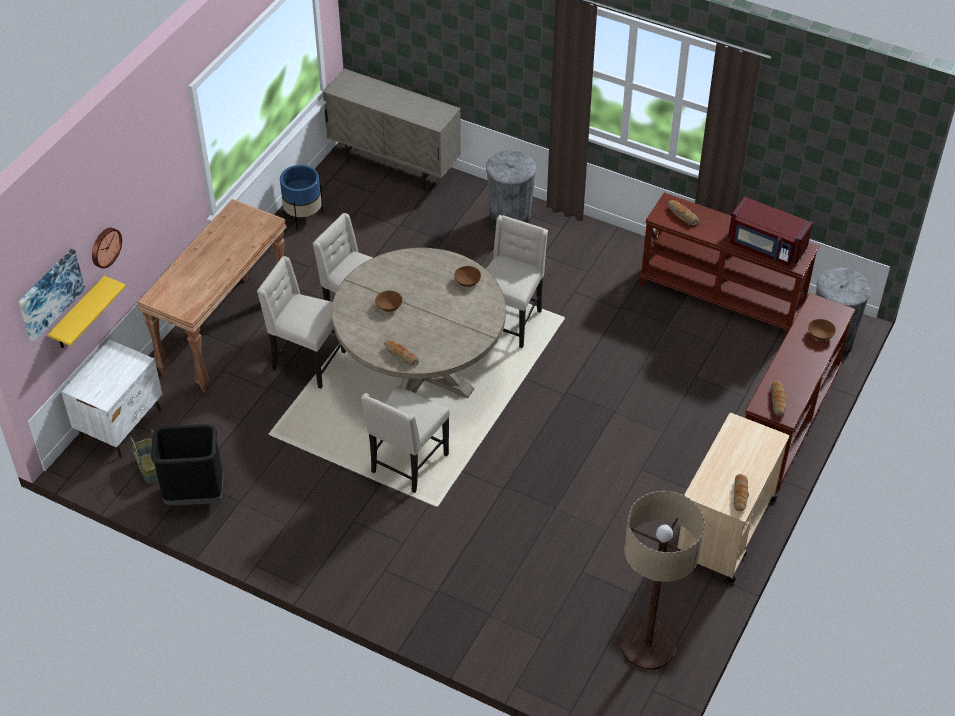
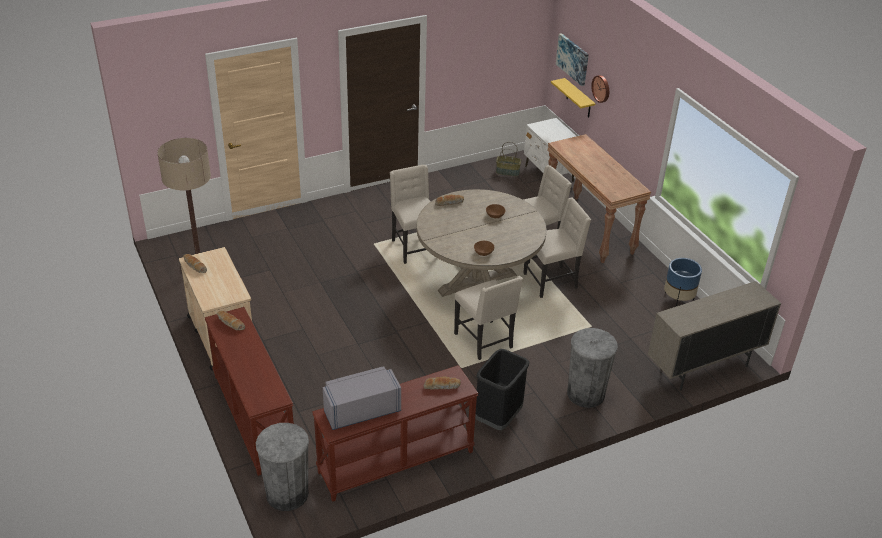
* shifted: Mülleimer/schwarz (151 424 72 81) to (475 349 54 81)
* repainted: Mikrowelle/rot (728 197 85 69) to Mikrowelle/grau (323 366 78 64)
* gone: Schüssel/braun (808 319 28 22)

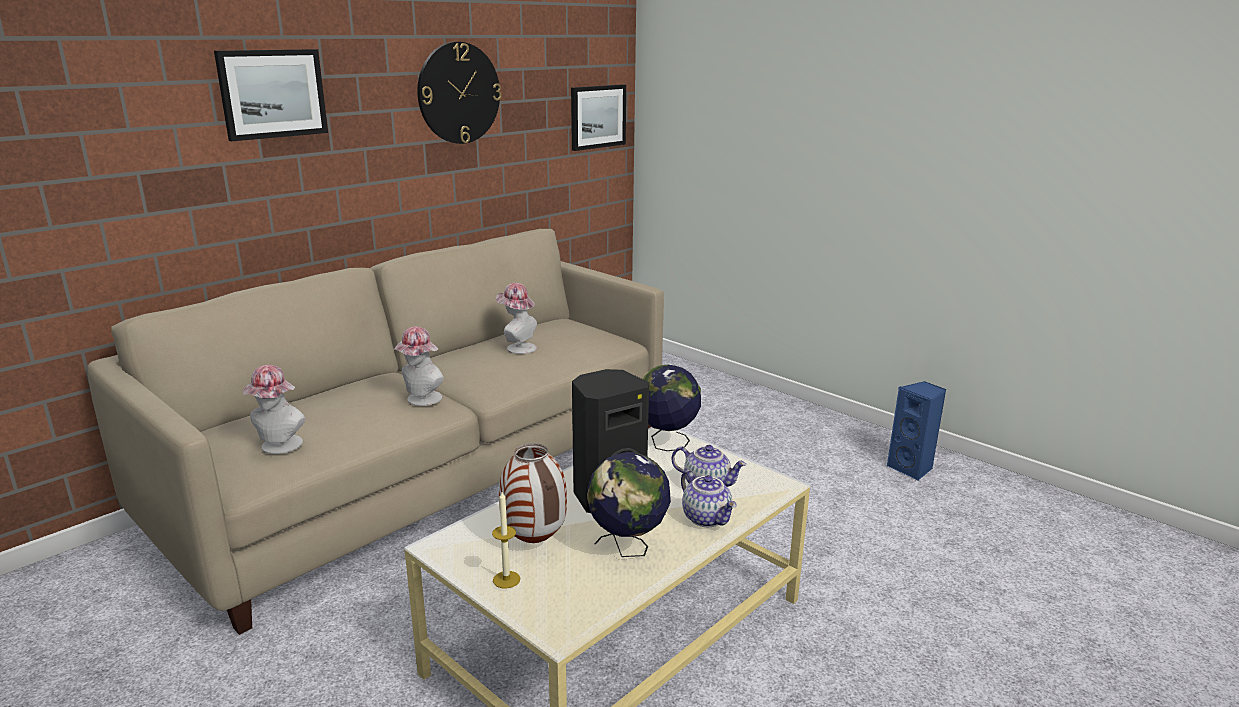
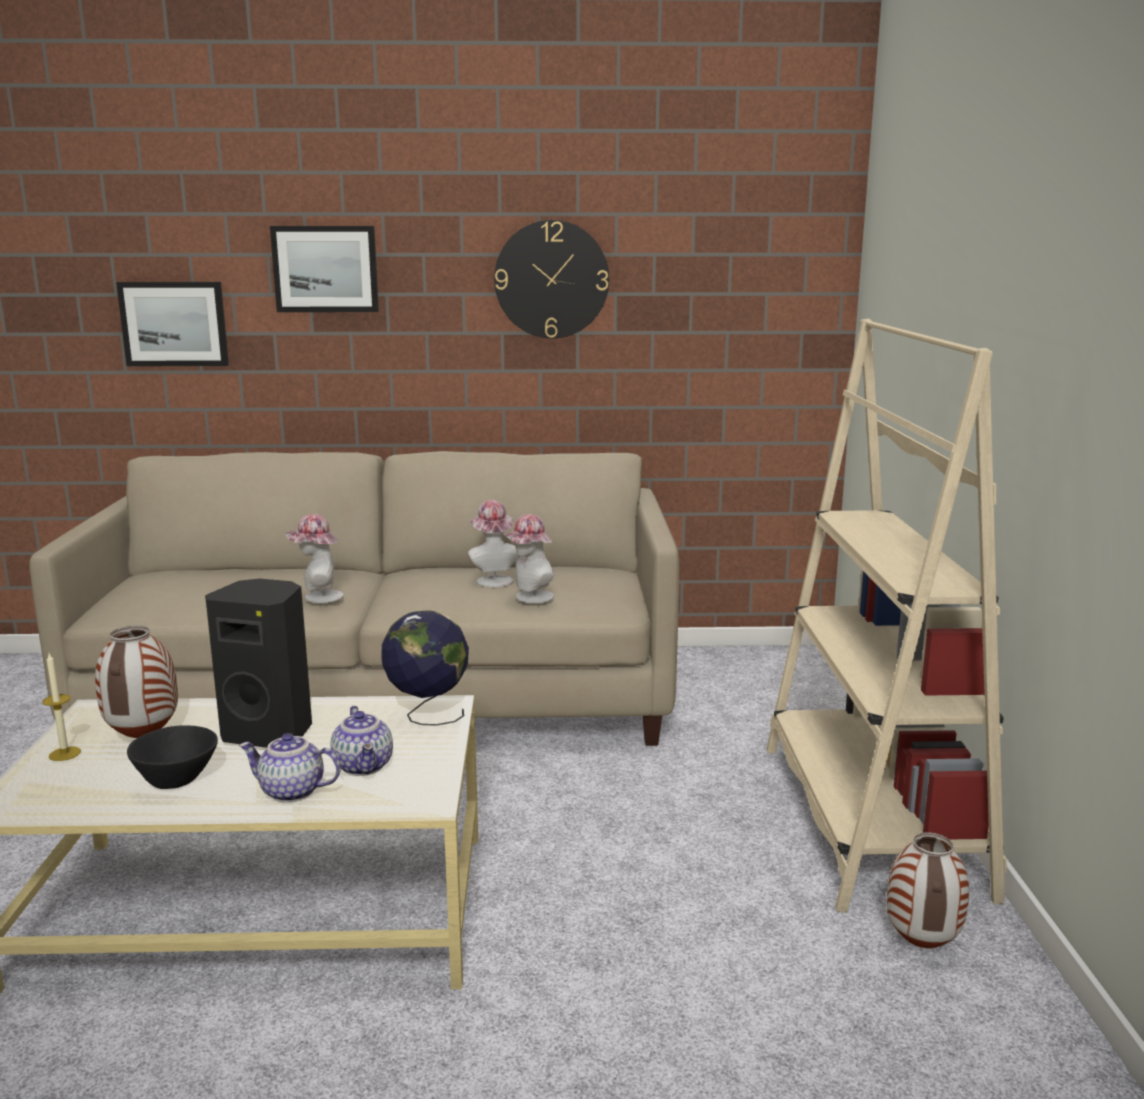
* shifted: Hut (243 365 62 89) to (503 514 51 89)
* shifted: Bild (571 84 55 67) to (116 282 113 84)
* swapped: Globus (587 452 84 105) to Schüssel/schwarz (127 725 91 64)
* rotated: Teekanne (681 470 56 57) = (239 733 102 69) 90 degrees clockwise
* swapped: Lautsprecher/blau (887 381 59 100) to Vase (887 832 82 116)
* new: Bücherregal/beige (766 319 241 594)

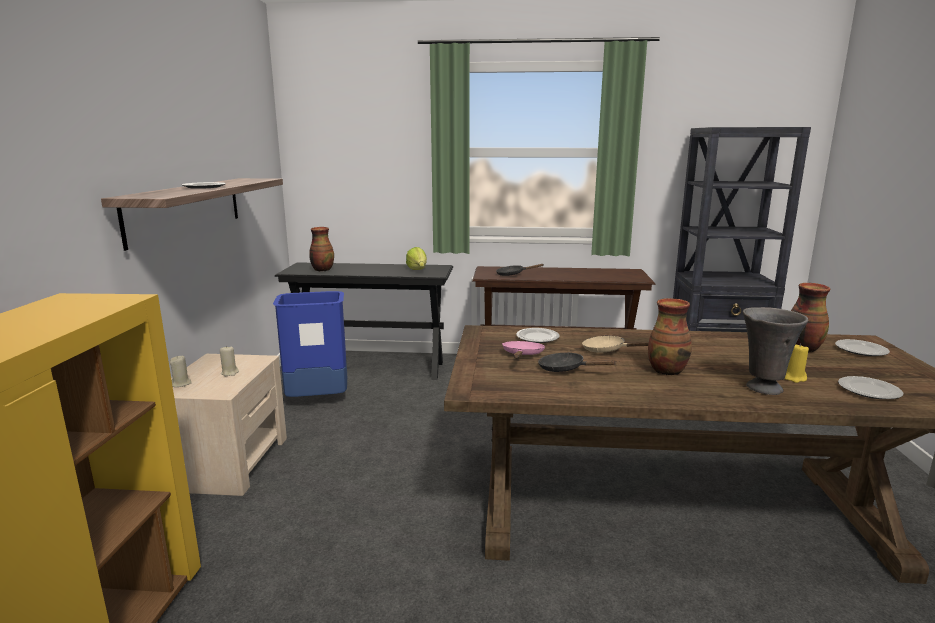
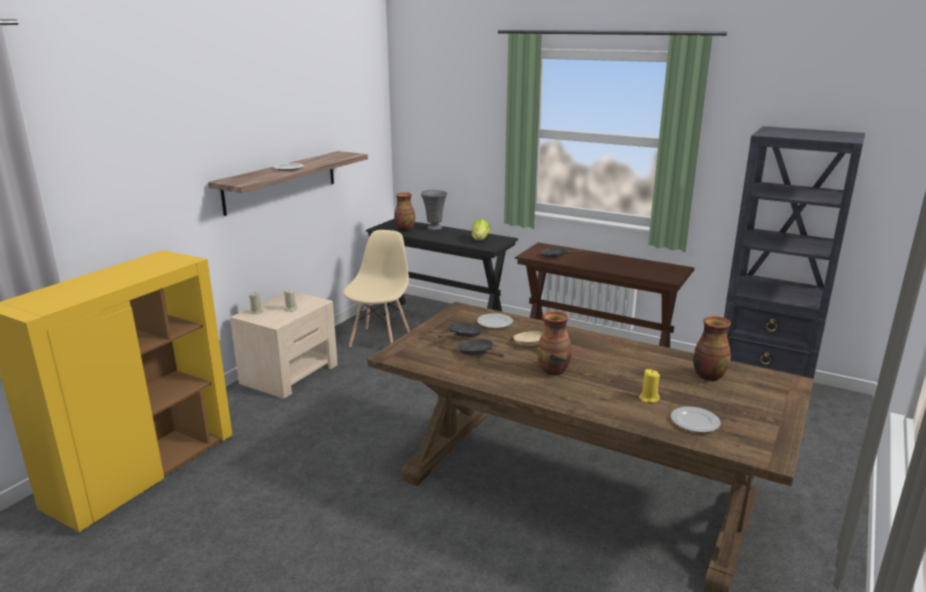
* swapped: Mülleimer/blau (273 291 74 106) to Stuhl/beige (343 230 67 117)
* repainted: Pfanne/rosa (502 341 43 17) to Pfanne/schwarz (438 323 44 15)
* shifted: Vase/grau (743 307 65 88) to (421 190 26 40)
* gone: Teller (835 339 55 17)

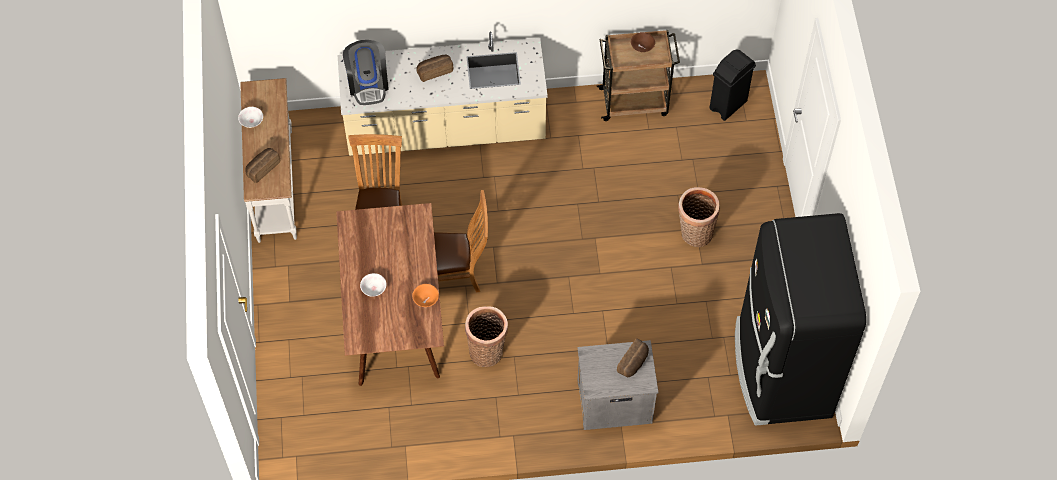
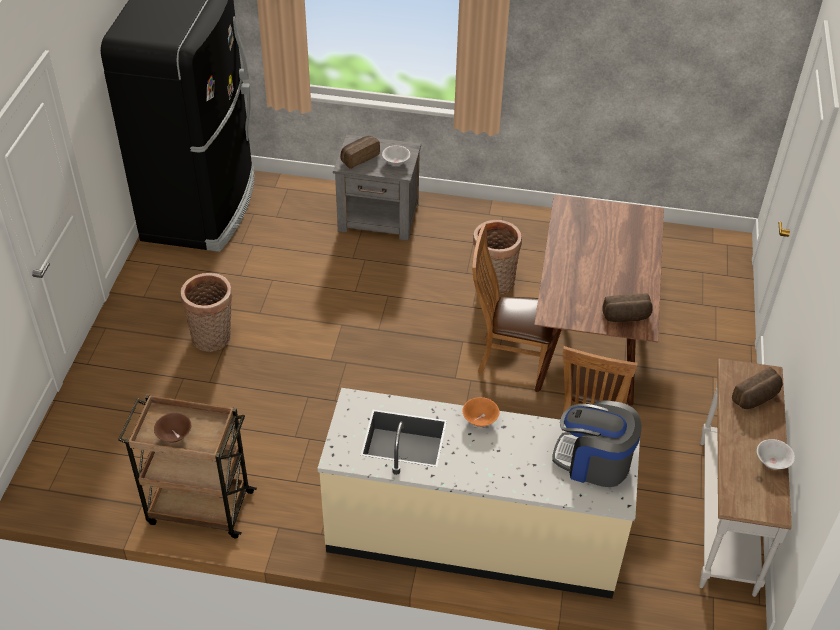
* rotated: Kaffeemaschine (343 40 46 65) = (552 400 90 87) 75 degrees counterclockwise
* shifted: Schüssel/weiß (360 273 26 24) to (382 145 28 21)
* shifted: Schüssel/orange (412 284 27 23) to (462 397 37 30)
* shifted: Brot (416 55 37 27) to (602 293 51 29)
* gone: Mülleimer/schwarz (710 50 46 71)

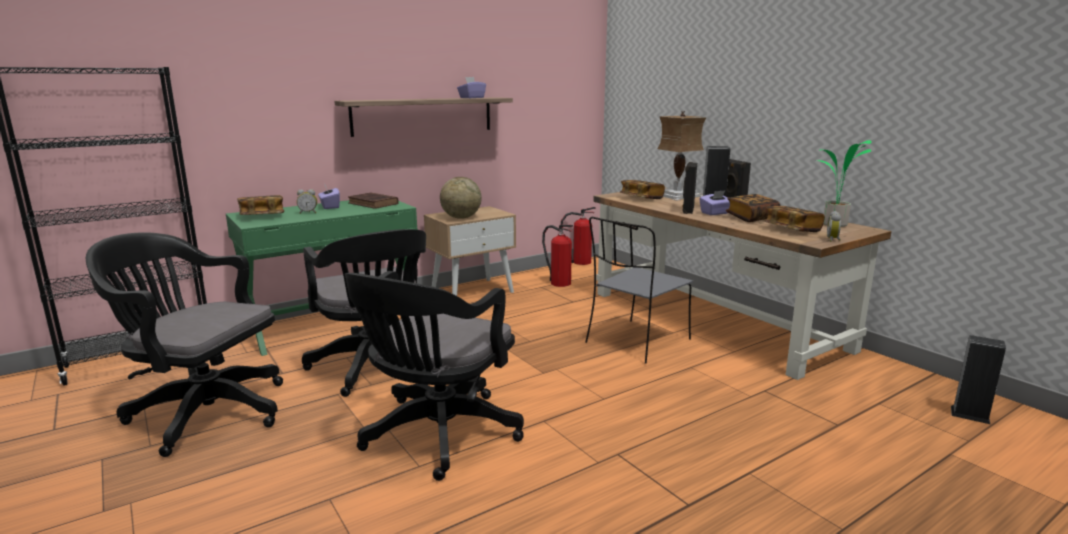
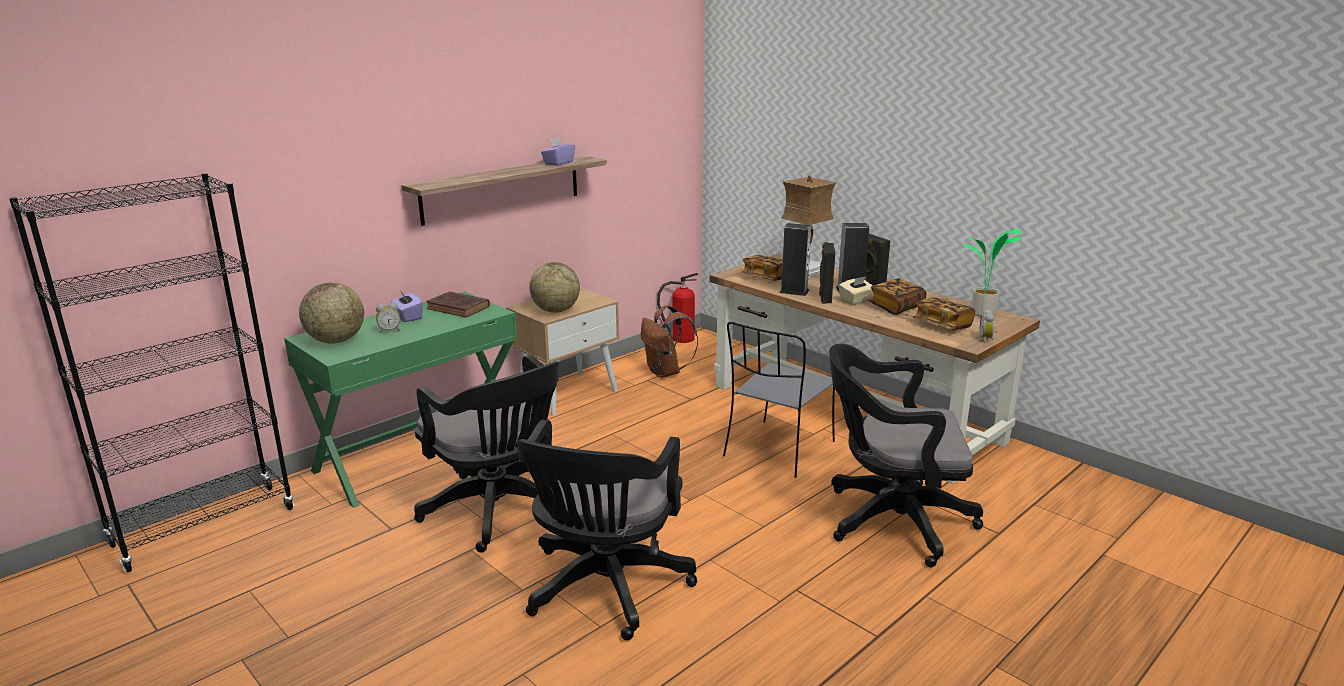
* shifted: Bürostuhl/schwarz (86 232 197 225) to (829 344 154 223)
* swapped: Buch (237 195 47 20) to Globus (299 282 65 62)
* swapped: Feuerlöscher (542 225 31 62) to Rucksack/braun (641 305 57 73)
* repainted: Taschentuchbox/lila (699 190 31 25) to Taschentuchbox/beige (839 276 35 29)
* shifted: Lautsprecher (951 335 55 89) to (779 223 32 73)

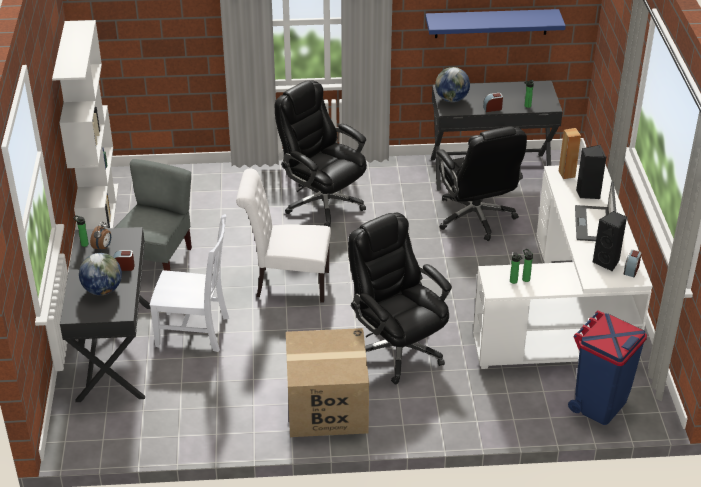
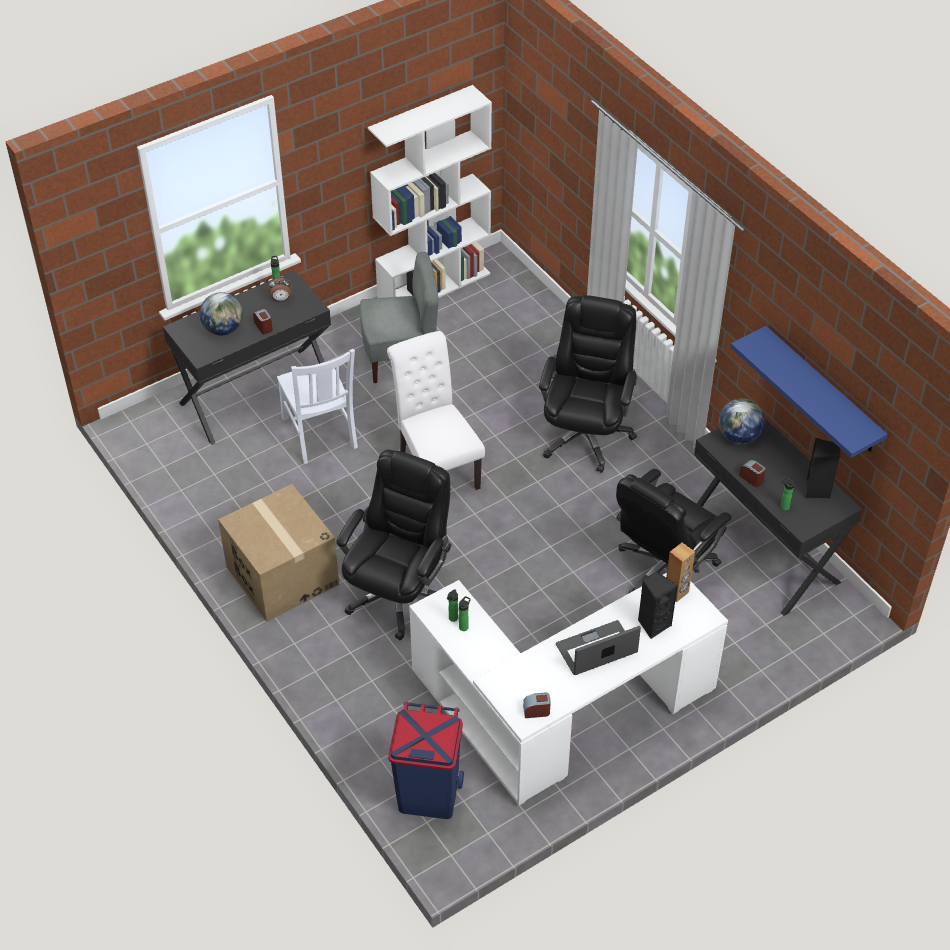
* shifted: Lautsprecher/schwarz (593 211 34 60) to (806 438 34 61)

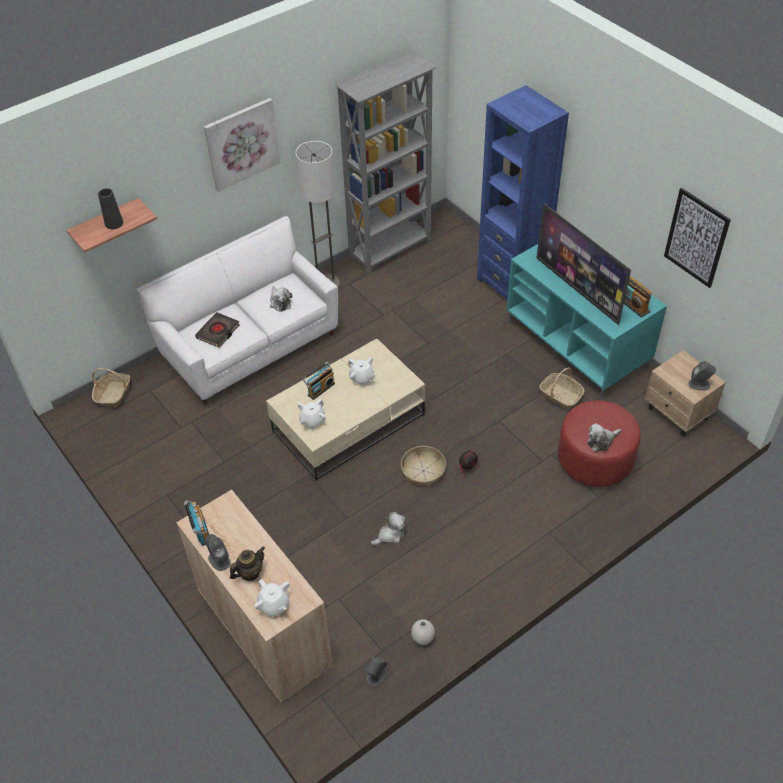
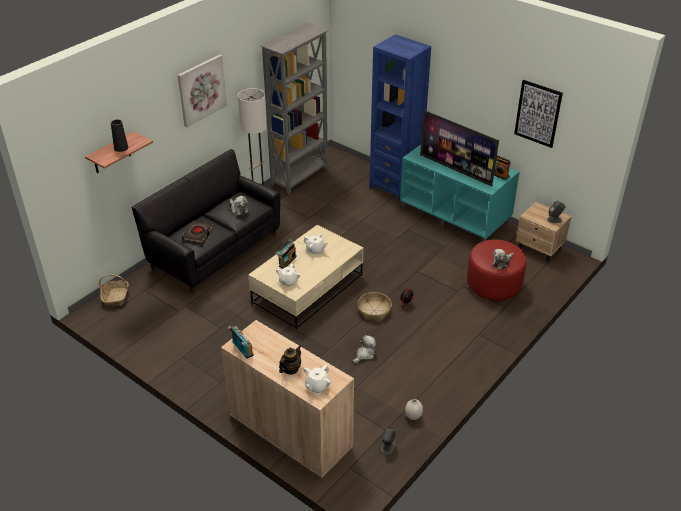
* repainted: Sofa/weiß (136 216 202 189) to Sofa/schwarz (132 149 148 145)
* gone: Lautsprecher/grau (205 534 25 37)
* rotated: Teekanne/weiß (254 579 36 37) = (304 365 27 29) 90 degrees clockwise
* gone: Korb (539 367 45 42)

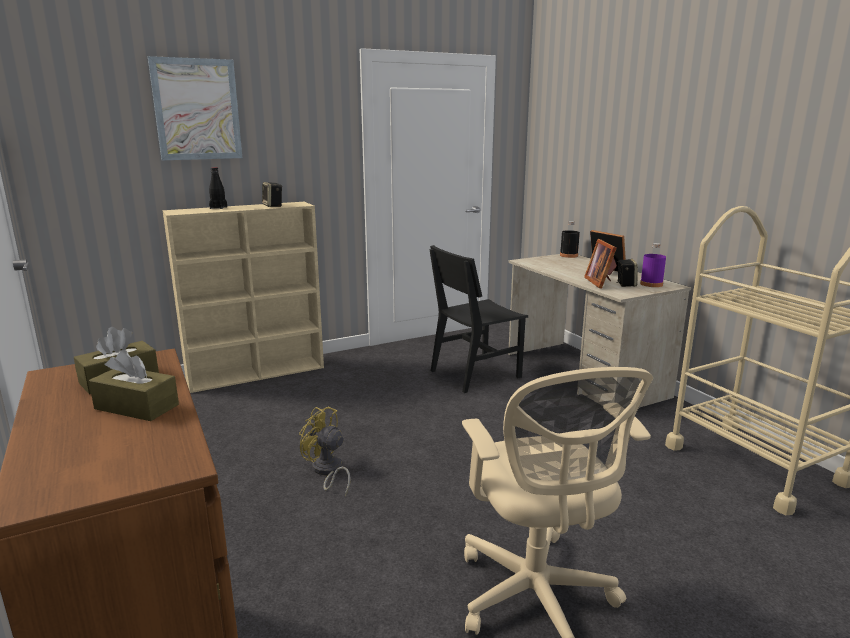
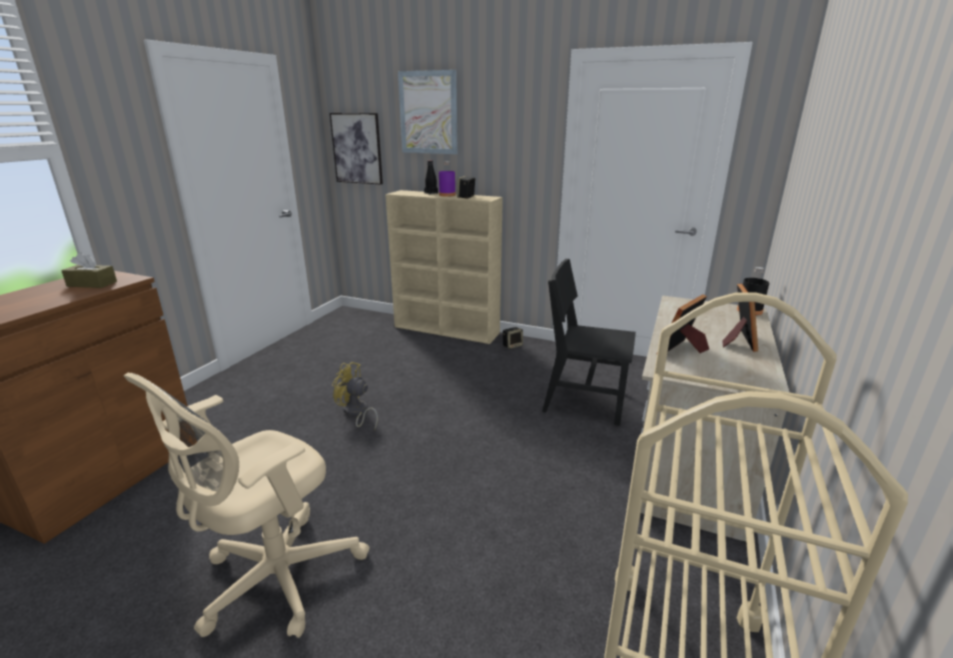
* gone: Taschentuchbox/braun (89 350 90 71)
* rotated: Ventilator/gelb (299 407 51 90) = (332 362 46 68) 60 degrees counterclockwise
* shifted: Lautsprecher (616 259 22 28) to (503 327 20 22)
* shifted: Flasche/lila (640 243 26 44) to (439 161 17 36)
* new: Bild (330 113 53 72)

